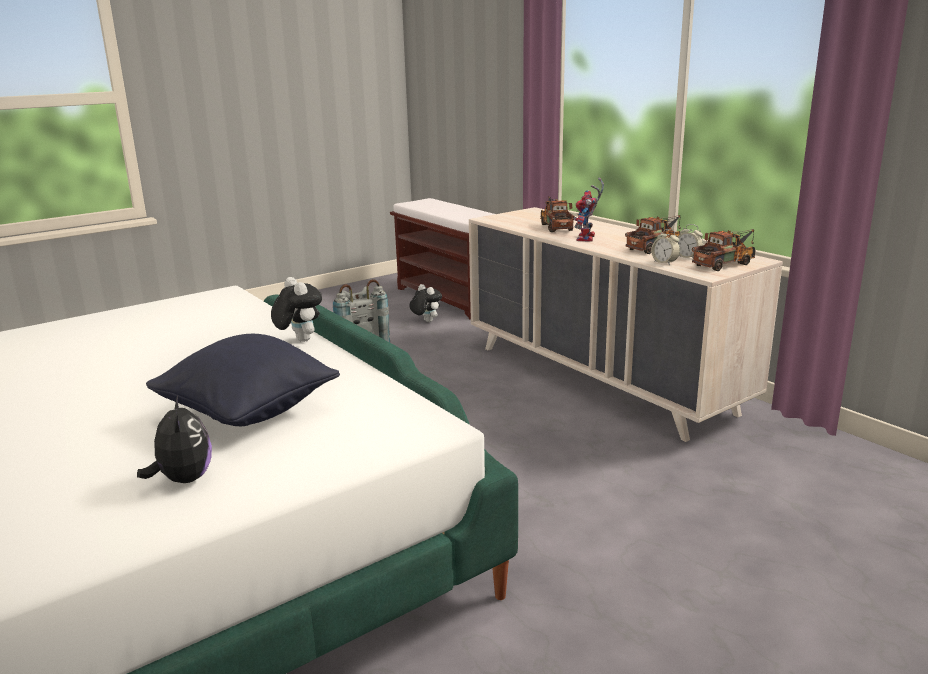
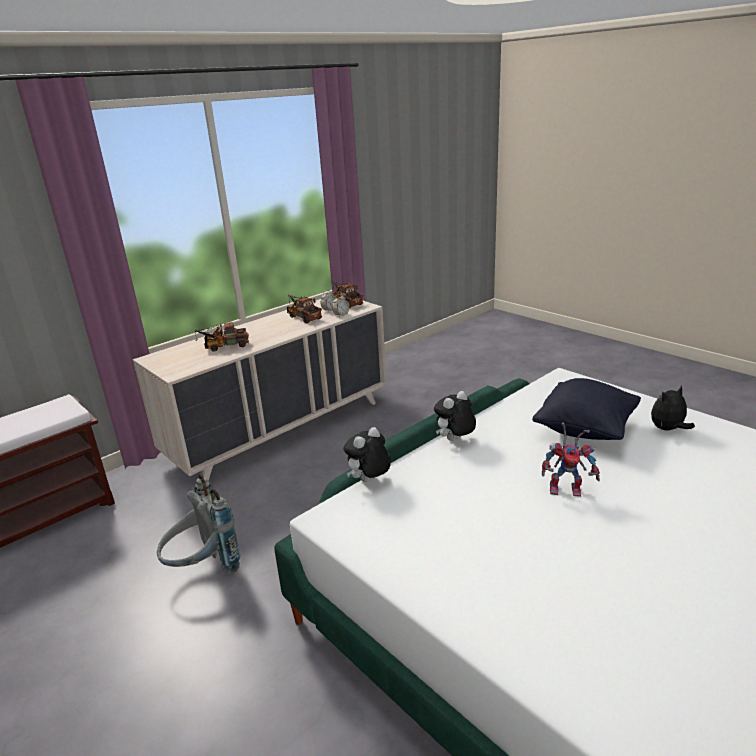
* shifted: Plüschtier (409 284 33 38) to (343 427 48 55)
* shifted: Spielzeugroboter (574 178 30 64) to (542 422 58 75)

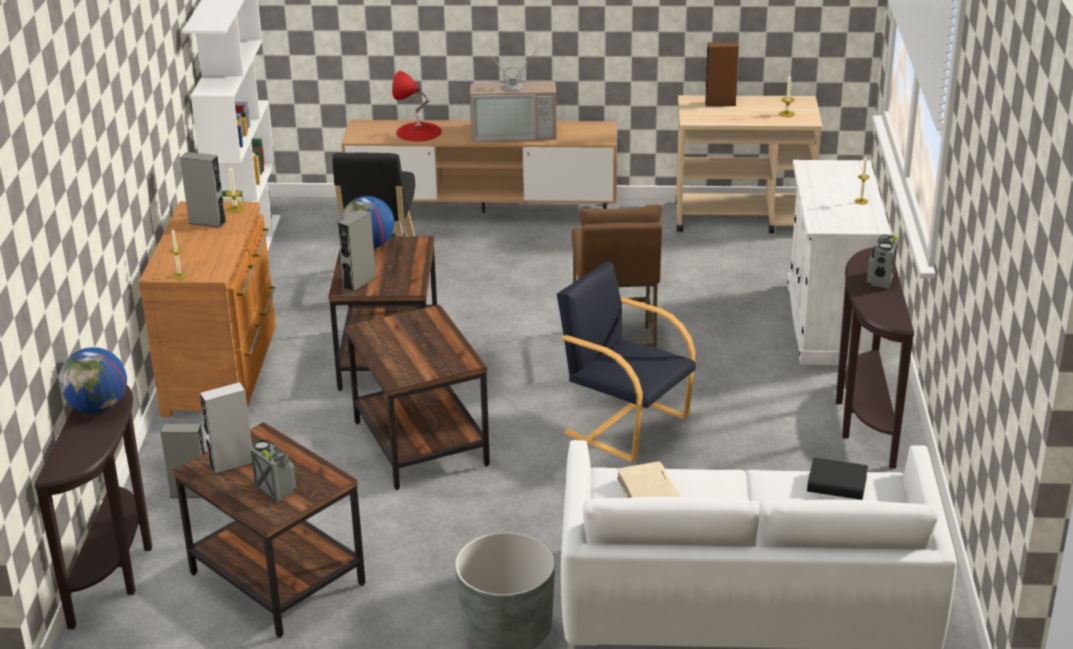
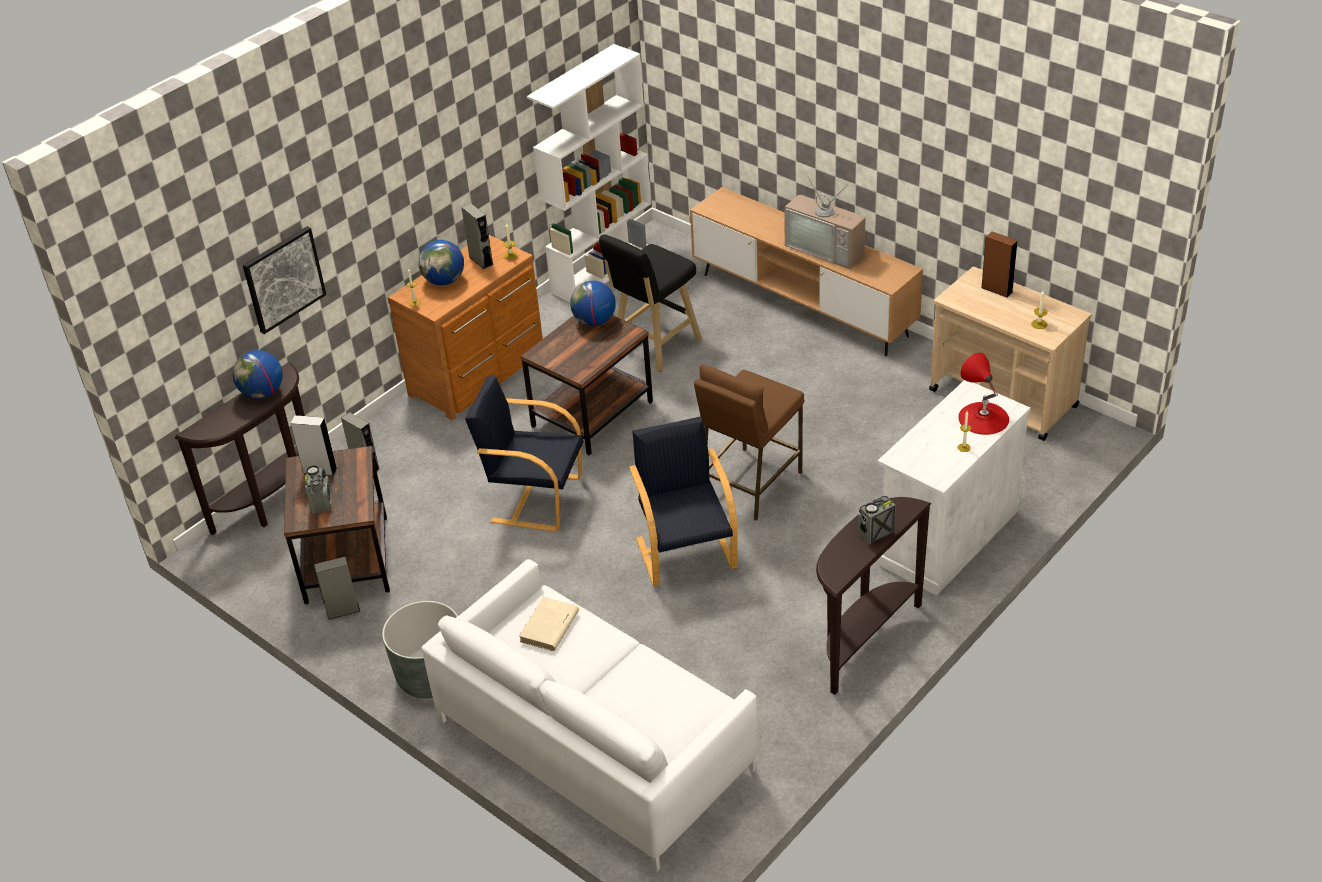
* shifted: Lautsprecher/grau (338 209 38 83) to (314 556 46 64)
* swapped: Beistelltisch/braun (346 304 144 186) to Sessel/schwarz (465 375 119 157)
* shifted: Tischlampe/rot (392 71 50 71) to (958 353 51 82)
* gone: Buch/schwarz (807 458 61 42)
* new: Bild (243 226 83 108)
* new: Globus (418 240 46 45)

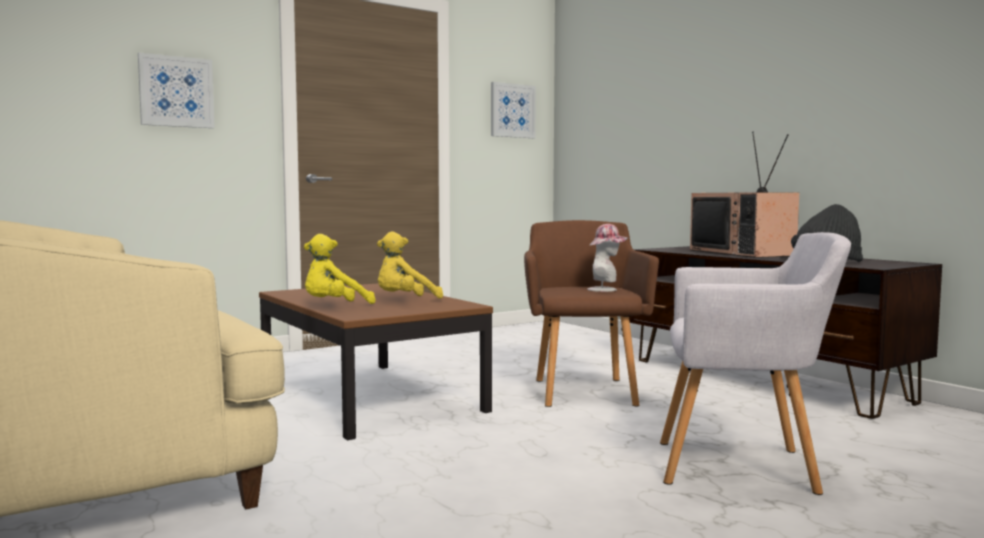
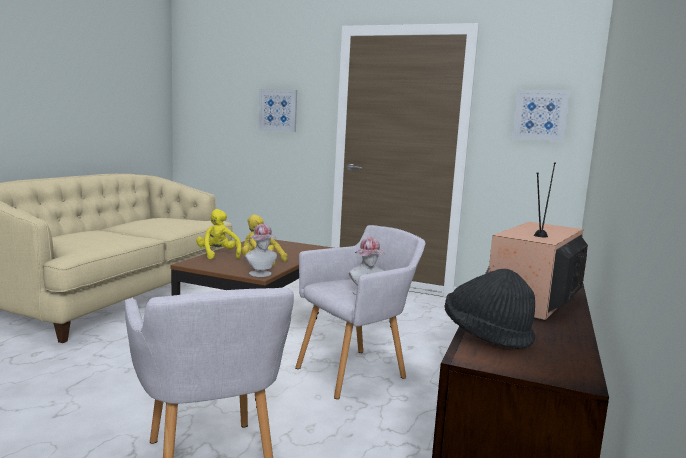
* rotated: Plüschtier/gelb (304 234 71 70) = (196 209 45 50) 45 degrees clockwise
* repainted: Sessel/braun (524 220 135 187) to Sessel/grau (295 225 130 174)
* new: Hut (245 224 32 53)

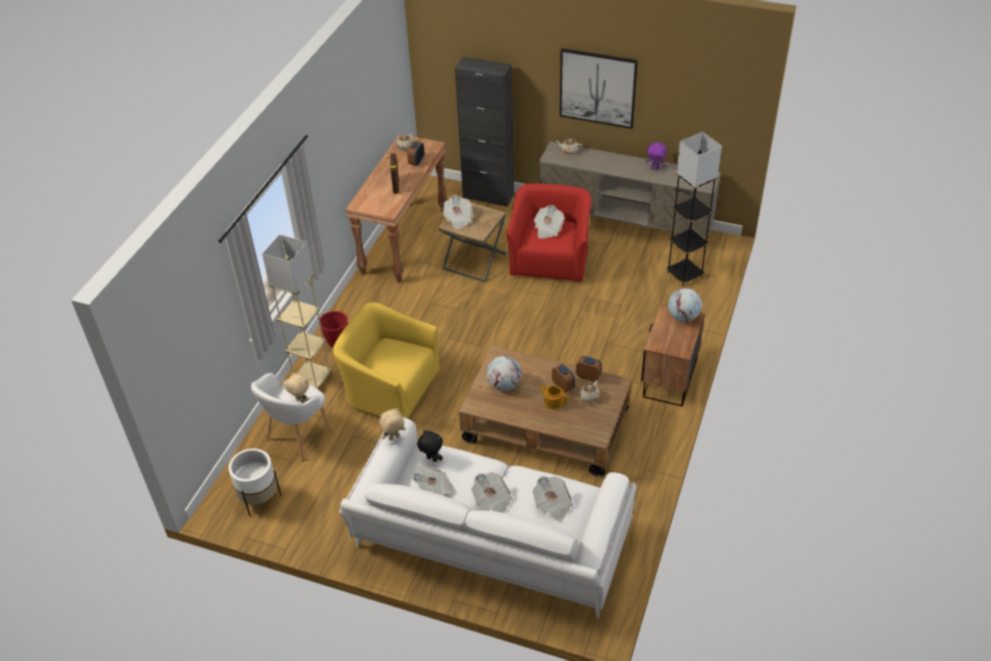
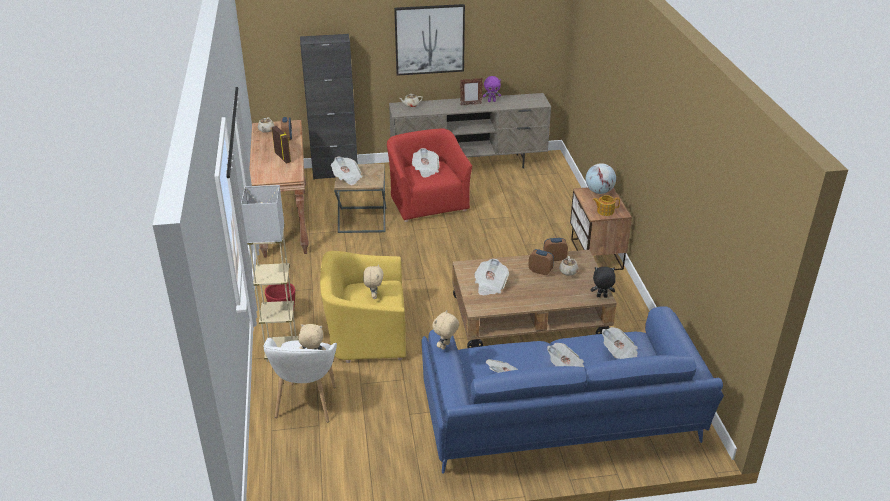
* gone: Pflanzkübel/weiß (229 448 52 68)
* repainted: Sofa/weiß (339 417 297 201) to Sofa/blau (422 306 302 168)
* shifted: Plüschtier/schwarz (417 430 26 32) to (591 267 25 30)
* swapped: Globus (487 356 34 35) to Zeitung (474 259 35 36)
* shifted: Teekanne (539 385 28 24) to (593 195 27 21)
* gone: Stehlampe/grau (666 132 56 154)
* new: Plüschtier/beige (363 264 20 35)
* new: Bilderrahmen (460 78 23 28)

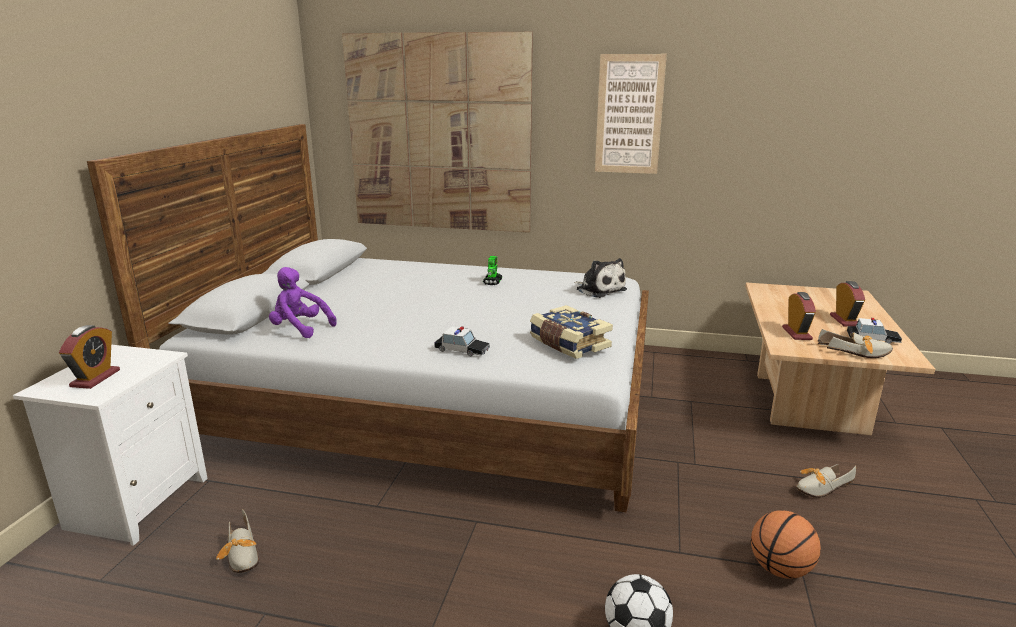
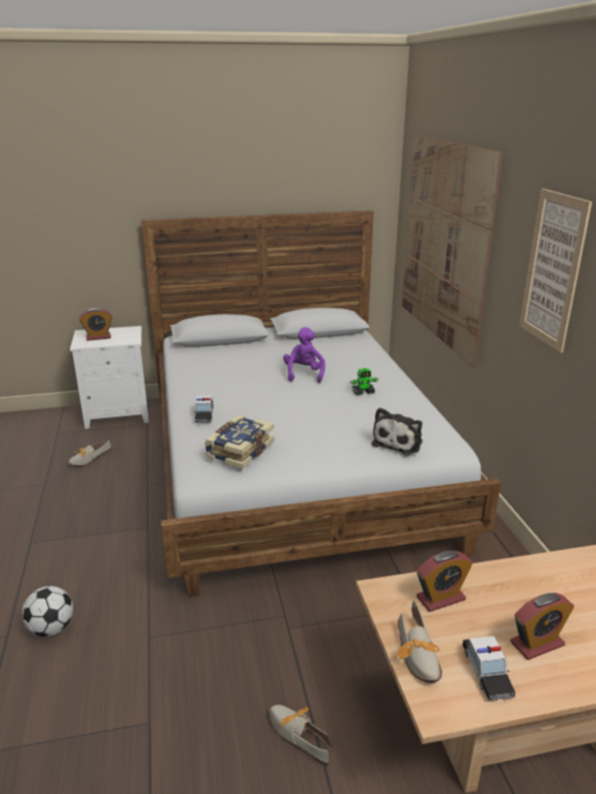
* shifted: Plüschtier/lila (269 267 68 71) to (283 327 42 56)
* gone: Basketball (751 510 70 69)

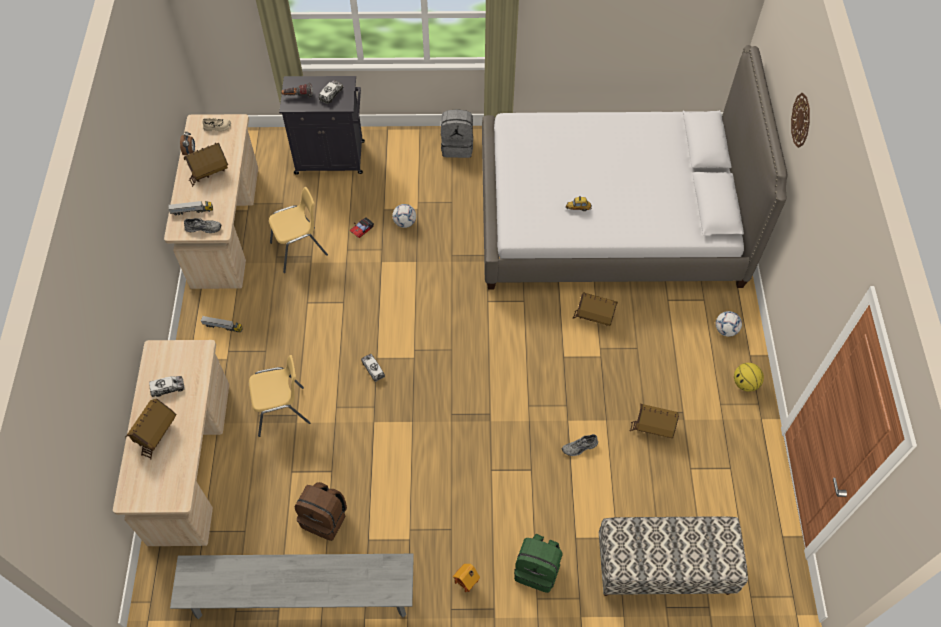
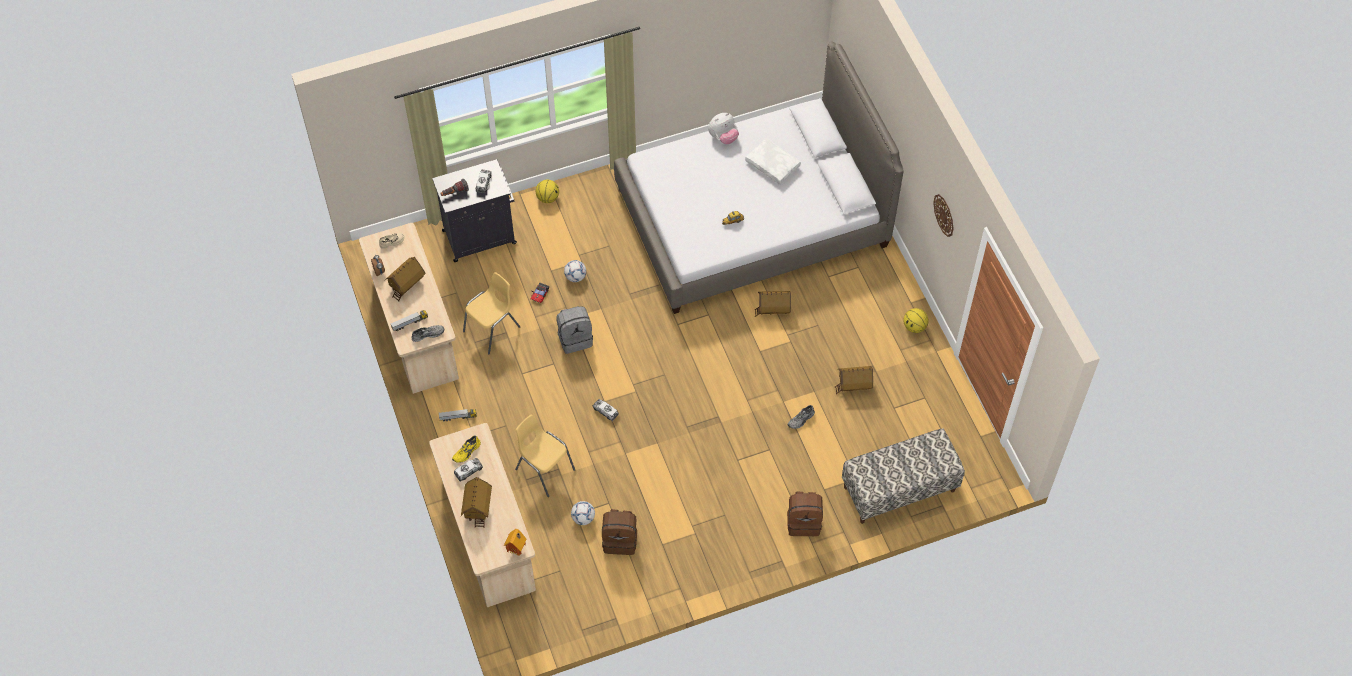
* gone: Bank/grau (170 554 244 65)
* rotated: Stuhl/gelb (249 355 62 82) = (515 415 60 82) 105 degrees counterclockwise
* shifted: Rucksack/grau (441 109 32 49) to (556 306 37 48)
* shifted: Spielzeughaus (453 564 27 28) to (504 529 23 27)
* repainted: Rucksack/grün (514 534 49 59) to Rucksack/braun (787 491 36 45)
* shifted: Fußball (716 311 26 26) to (571 501 24 24)
* shifted: Wanduhr (791 93 19 55) to (933 194 21 43)
* new: Schuh/gelb (452 435 29 28)
* new: Basketball (536 180 23 23)
* new: Plüschtier (708 113 31 31)
* new: Kissen/weiß (745 138 56 47)

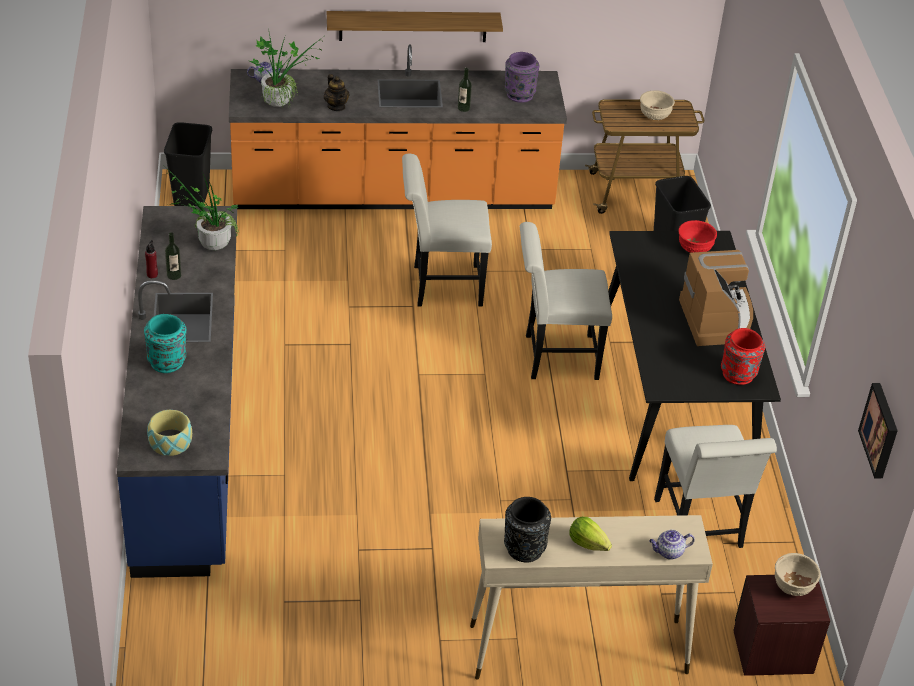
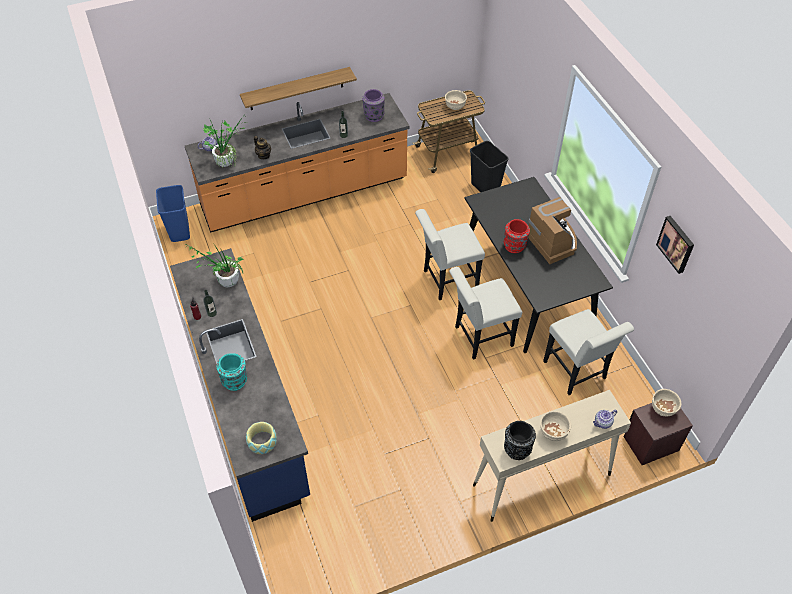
* repainted: Mülleimer/schwarz (164 122 48 84) to Mülleimer/blau (156 185 34 57)
* shifted: Stuhl/weiß (402 154 90 153) to (449 267 73 93)
* swapped: Salatkopf (569 517 43 34) to Schüssel/beige (540 411 31 30)
* gone: Schüssel/rot (678 220 39 33)
* shifted: Vase/rot (721 328 44 57) to (504 219 26 34)
* shifted: Bild (858 383 40 95) to (656 216 38 58)

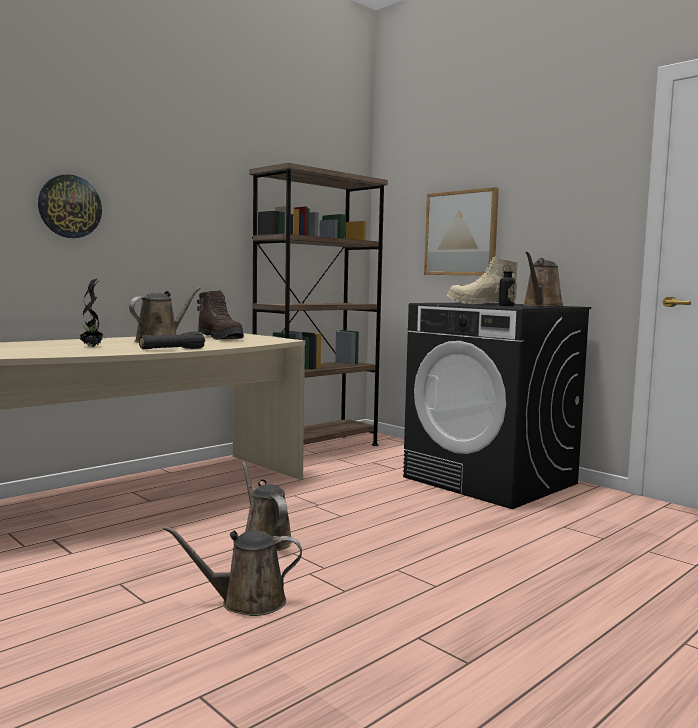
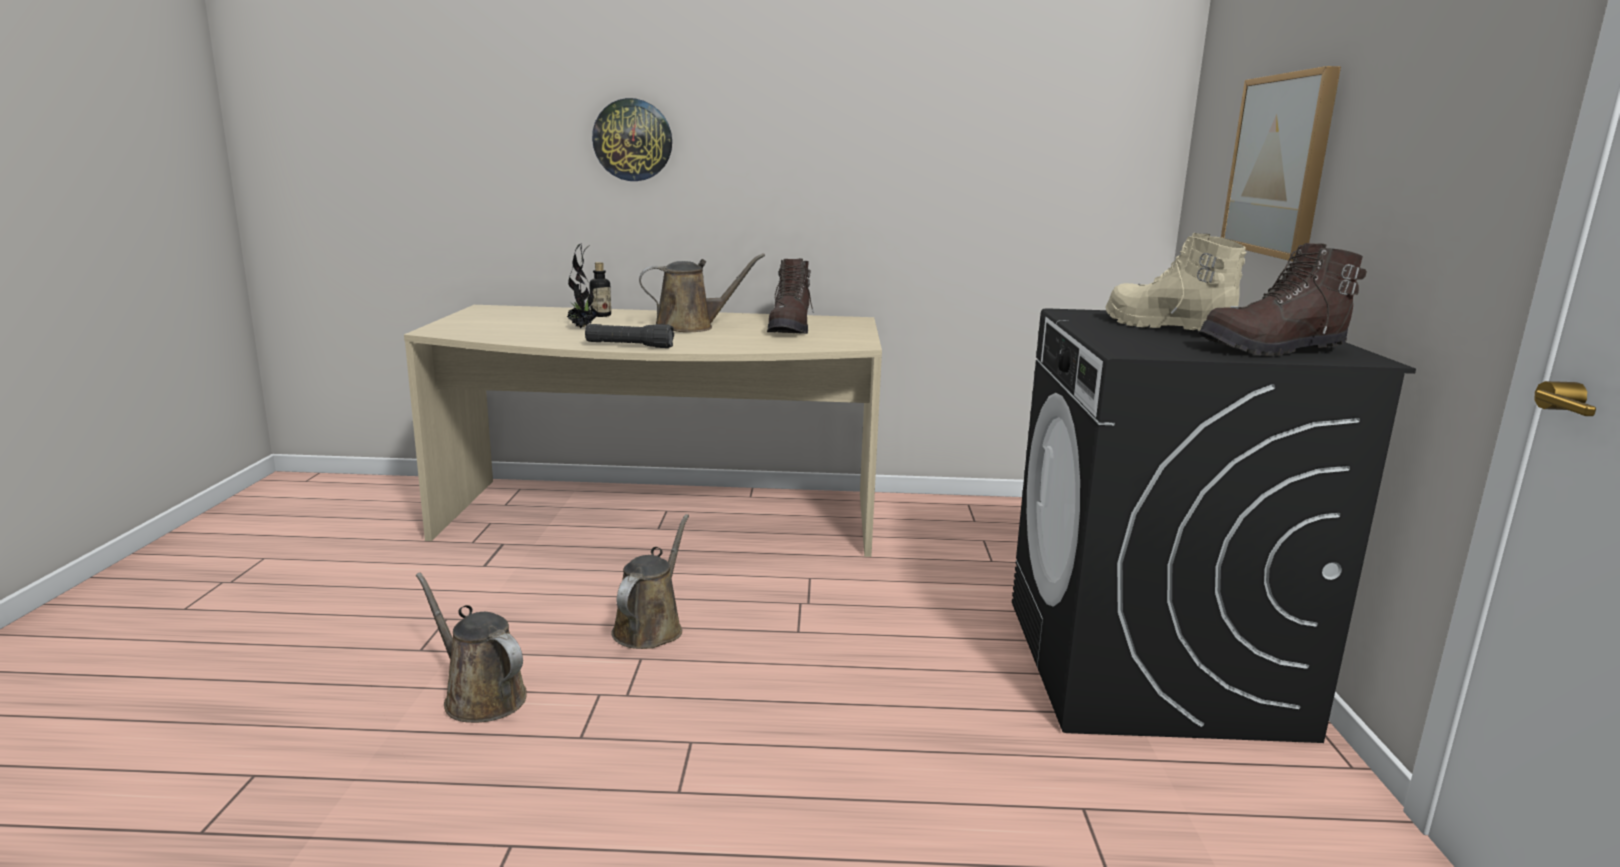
* gone: Bücherregal/braun (249 163 139 283)
* shifted: Flasche (499 265 17 41) to (589 262 22 55)
* swapped: Gießkanne/braun (523 252 41 54) to Stiefel/braun (1199 243 168 113)

